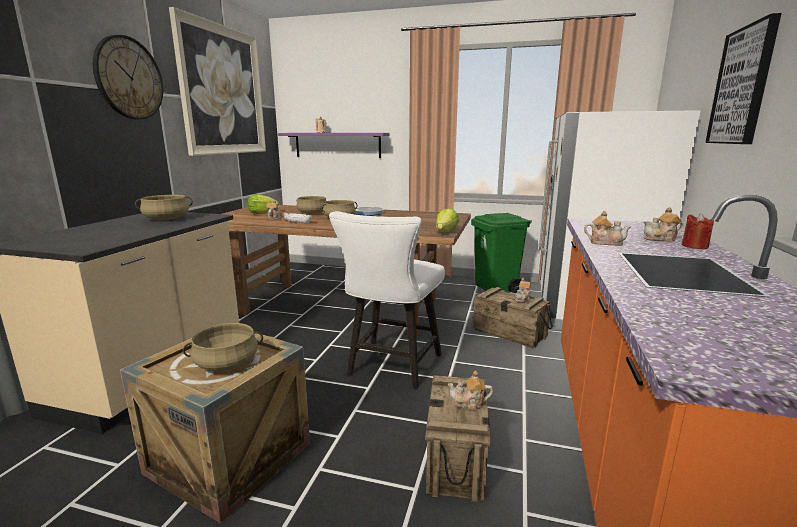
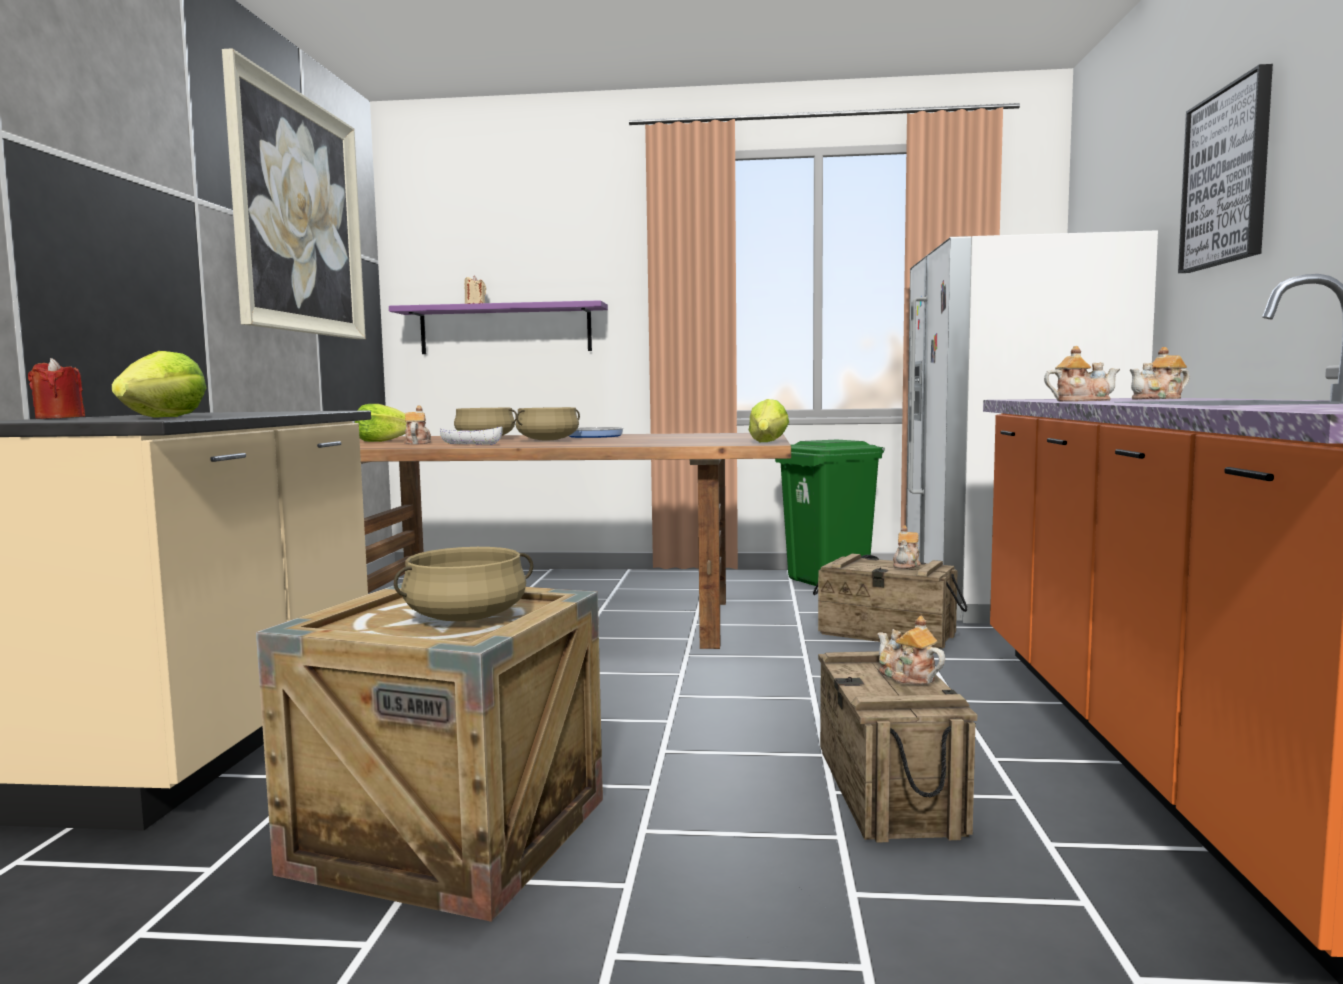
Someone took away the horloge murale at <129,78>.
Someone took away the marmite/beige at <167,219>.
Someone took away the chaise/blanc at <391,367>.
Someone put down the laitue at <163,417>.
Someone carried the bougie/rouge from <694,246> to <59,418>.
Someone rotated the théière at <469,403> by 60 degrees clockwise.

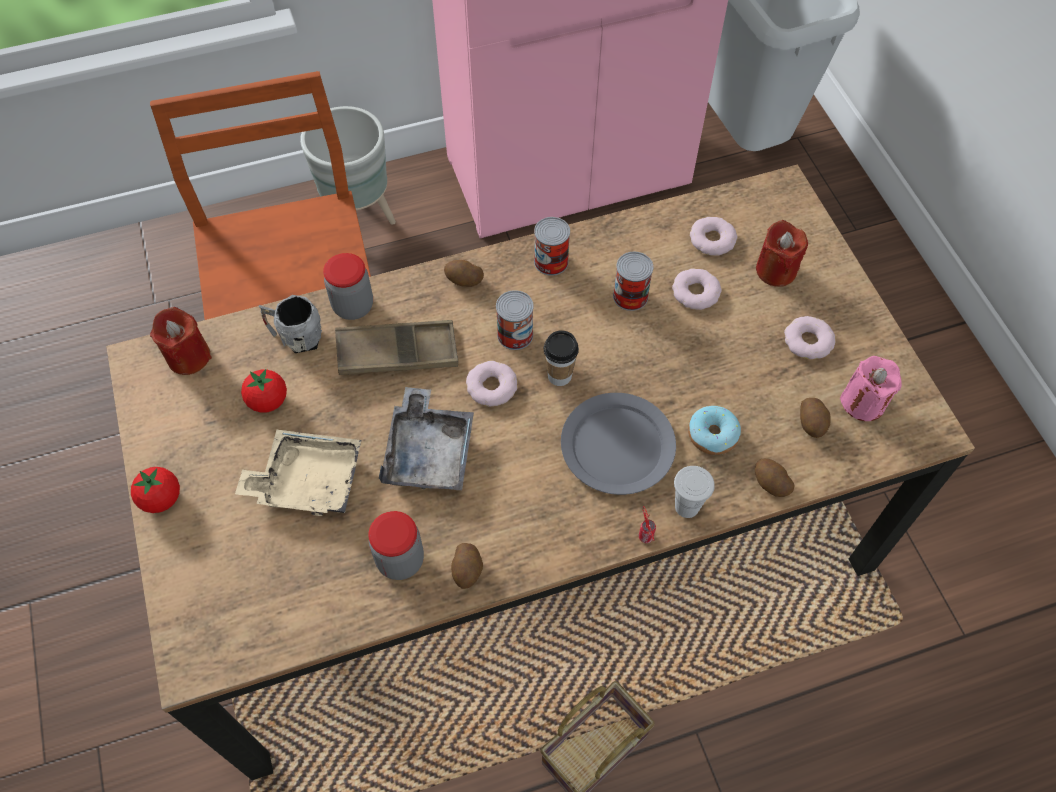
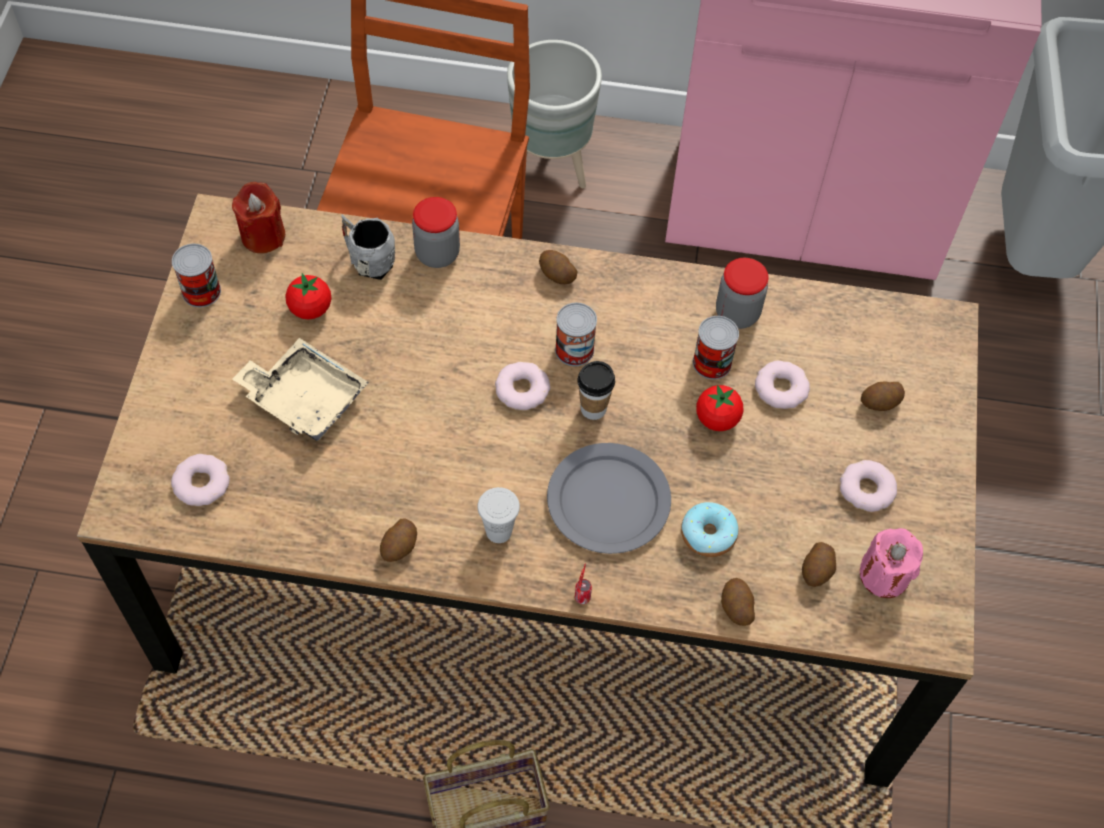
Someone took away the plateau/marron at <397,353>.
Someone took away the plateau/gris at <429,452>.
Someone carried the tomate from <161,498> to <717,418>.
Someone carried the bocal from <400,560> to <737,313>.
Someone carried the boîte métallique from <551,261> to <201,291>.
Someone carried the tasse/blanc from <687,506> to <498,531>.
Someone carried the beignet from <711,240> to <201,483>.
Someone swapped the bougie/rouge at <776,270> for the pomme de terre at <880,403>.

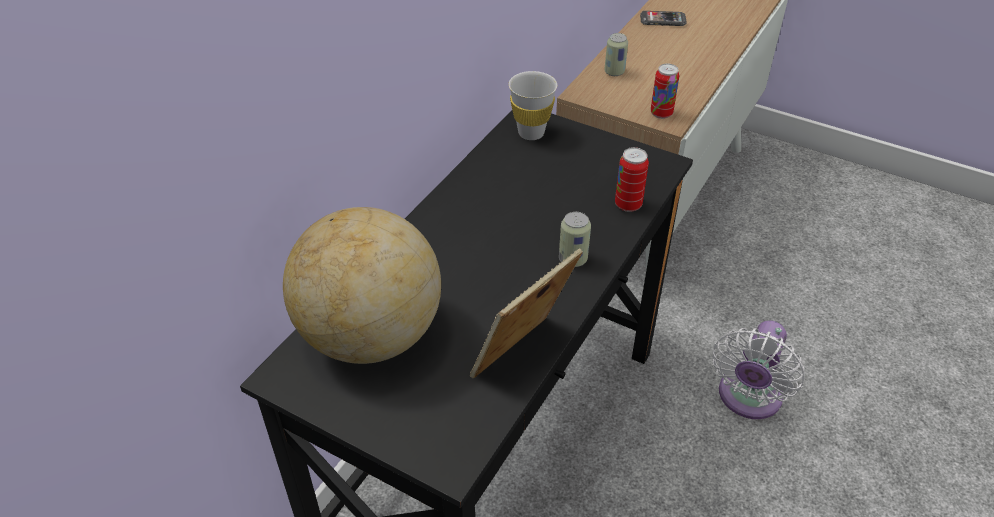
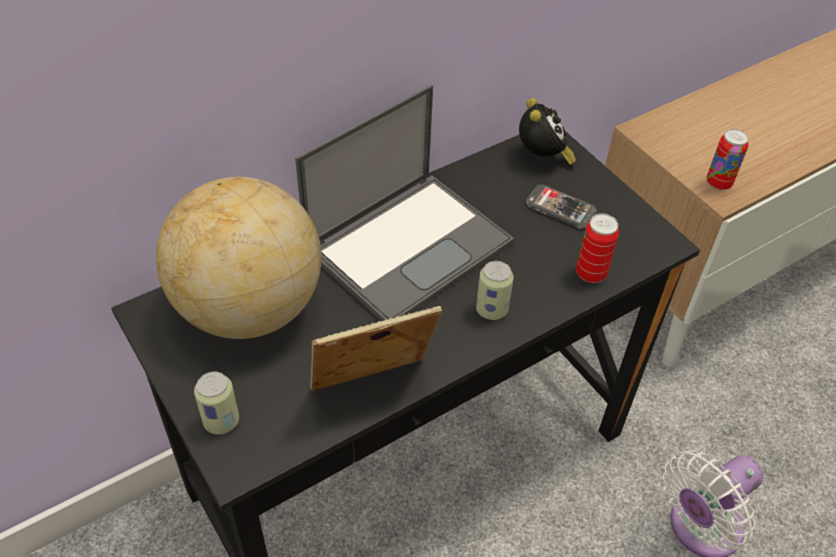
Someone put down the ordinateur portable at <410,245>.
Someone carried the boîte métallique from <614,72> to <221,421>.
Someone carried the téléphone from <663,20> to <560,208>.
Someone swapped the tasse/blanc at <531,133> for the réveil at <542,158>.

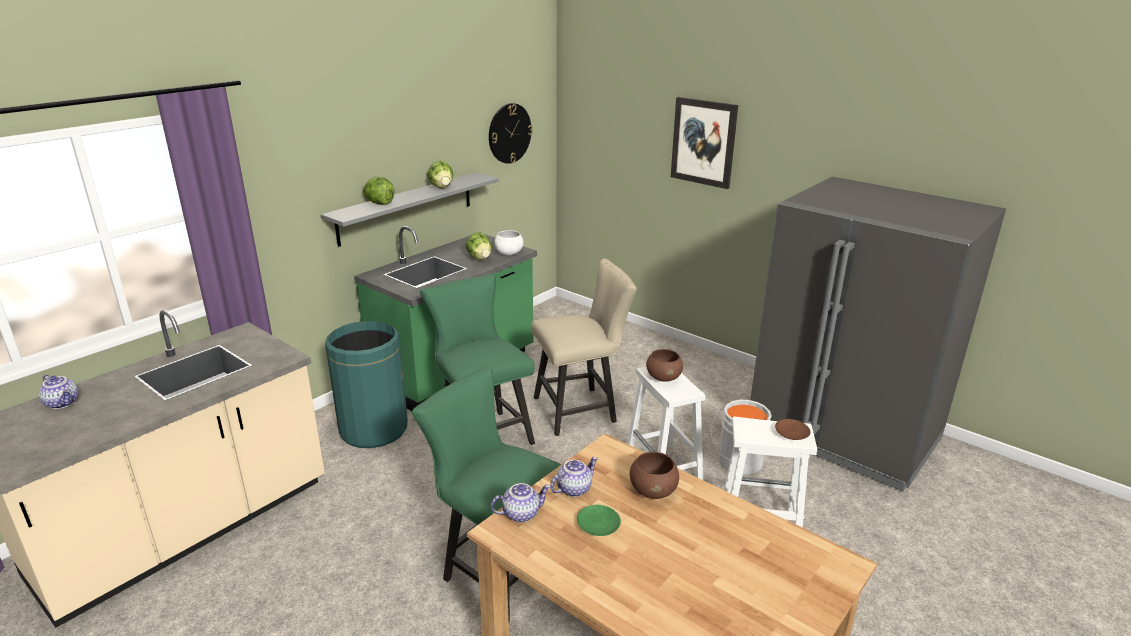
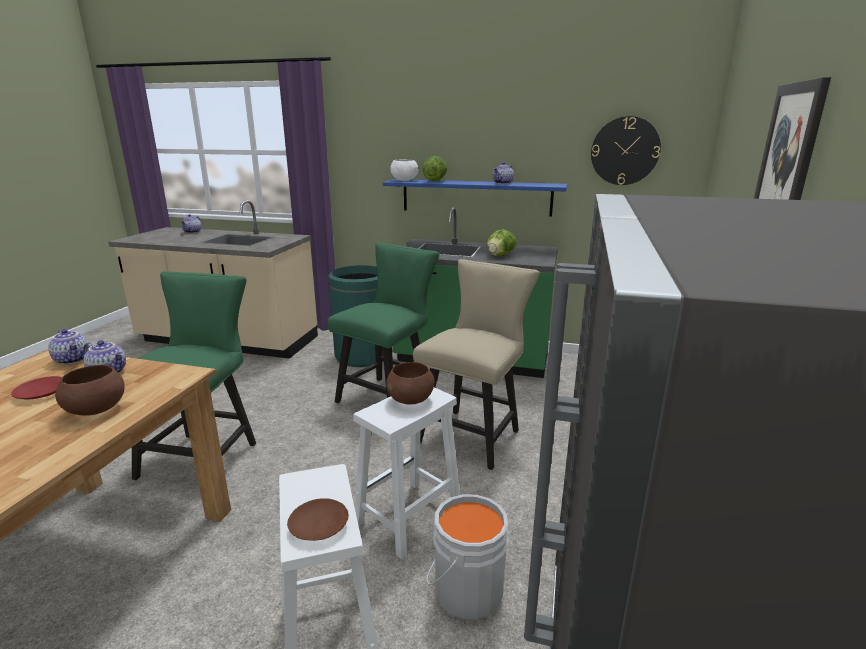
Someone carried the bol/blanc from <508,253> to <404,180>.
Someone swapped the laitue at <442,187> for the théière at <503,183>.
Someone repainted the étagère/gris at <406,208>, which became the étagère/bleu at <476,197>.
Someone repainted the assiette/vert at <598,524>, which became the assiette/rouge at <42,393>.
Someone rotated the chaise/beige at <581,409> by 105 degrees counterclockwise.

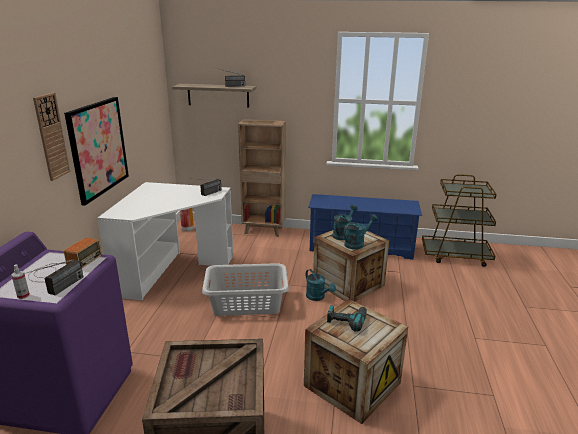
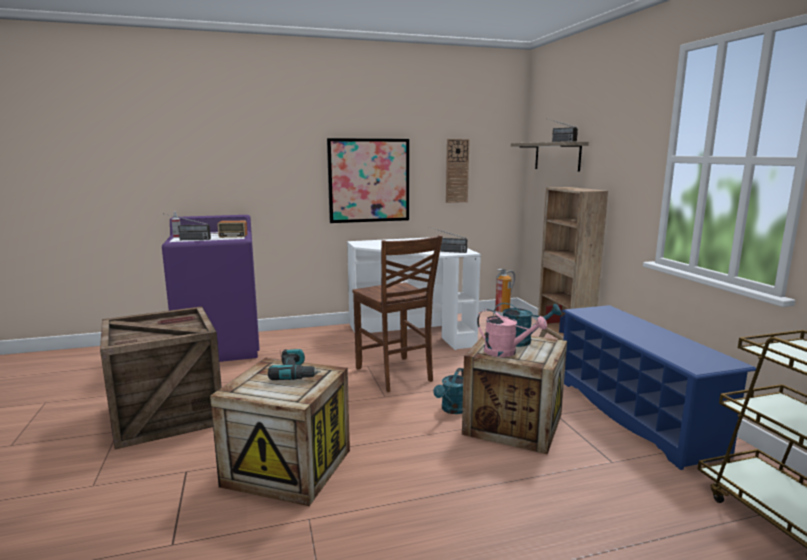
Someone carried the horloge murale from <51,136> to <457,171>.
Someone swapped the panier à linge/gris at <247,303> for the chaise/marron at <395,375>.
Someone repainted the arrosoir/turquoise at <357,243>, which became the arrosoir/rose at <506,352>.

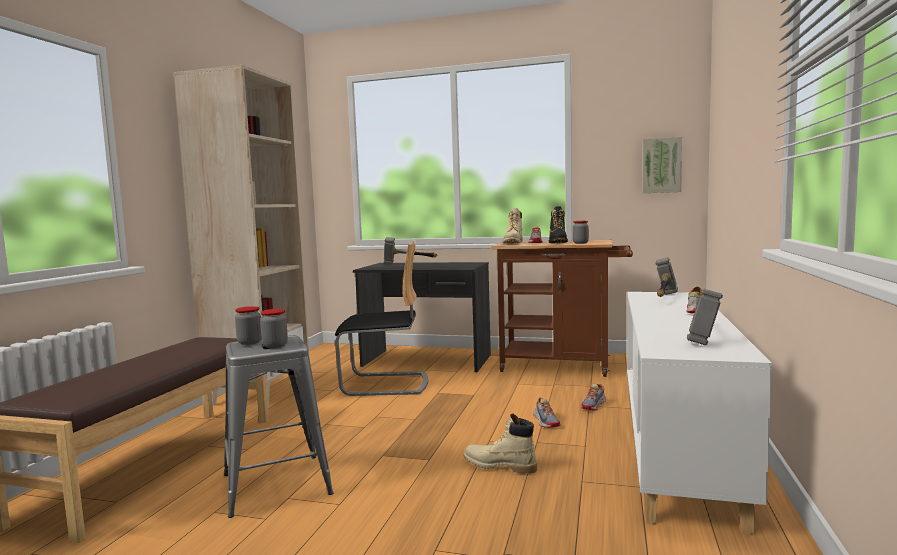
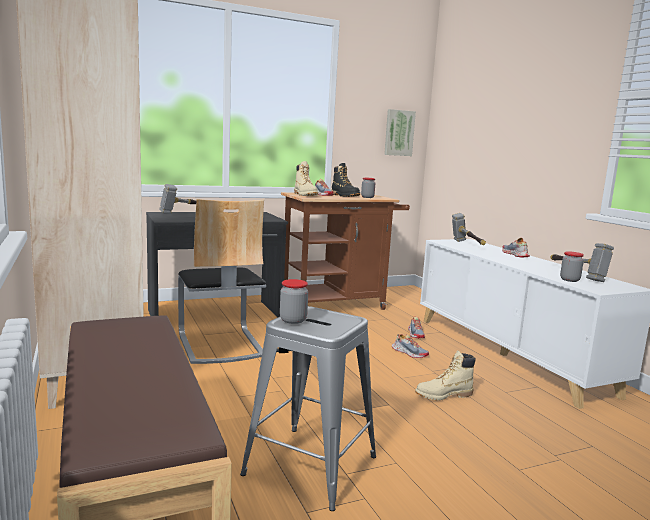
Someone carried the bocal from <275,346> to <569,280>.
Someone rotated the chaise at <385,384> by 105 degrees clockwise.

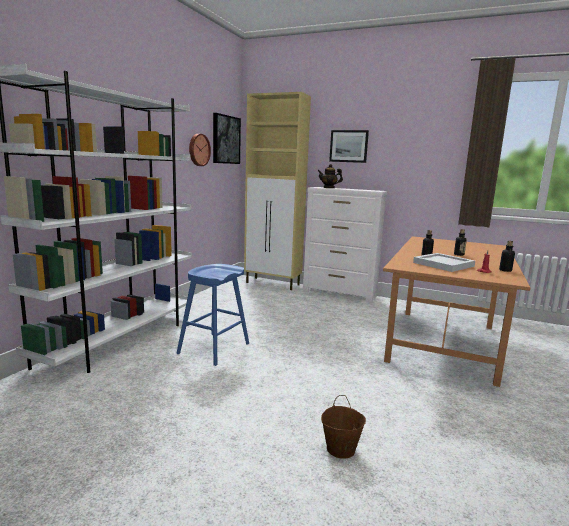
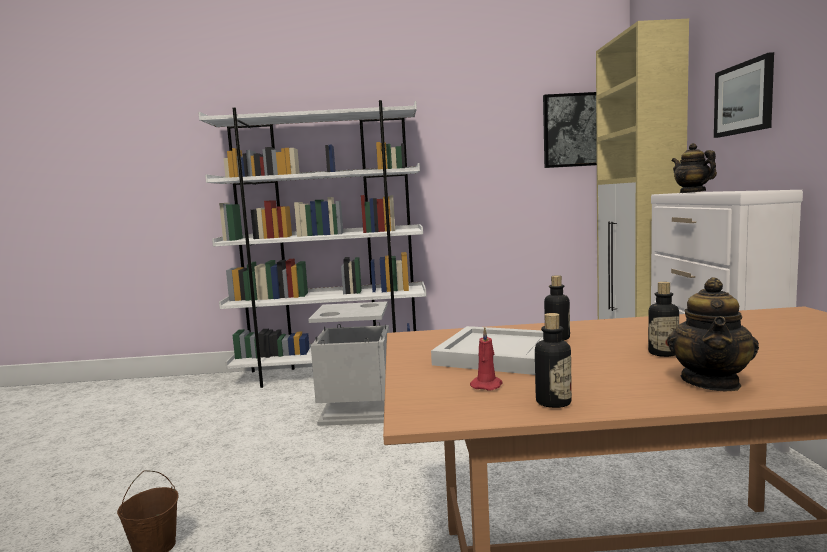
Someone took away the horloge murale at <198,150>.
Someone put down the théière at <711,382>.
Someone swapped the tabouret/bleu at <214,349> for the poubelle/gris at <358,410>.

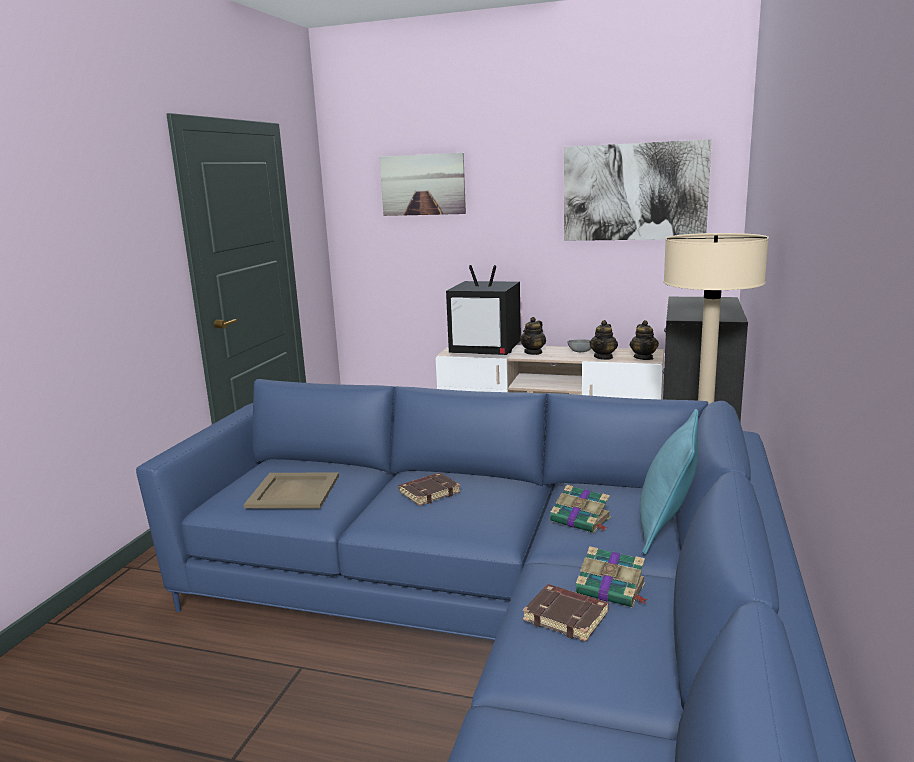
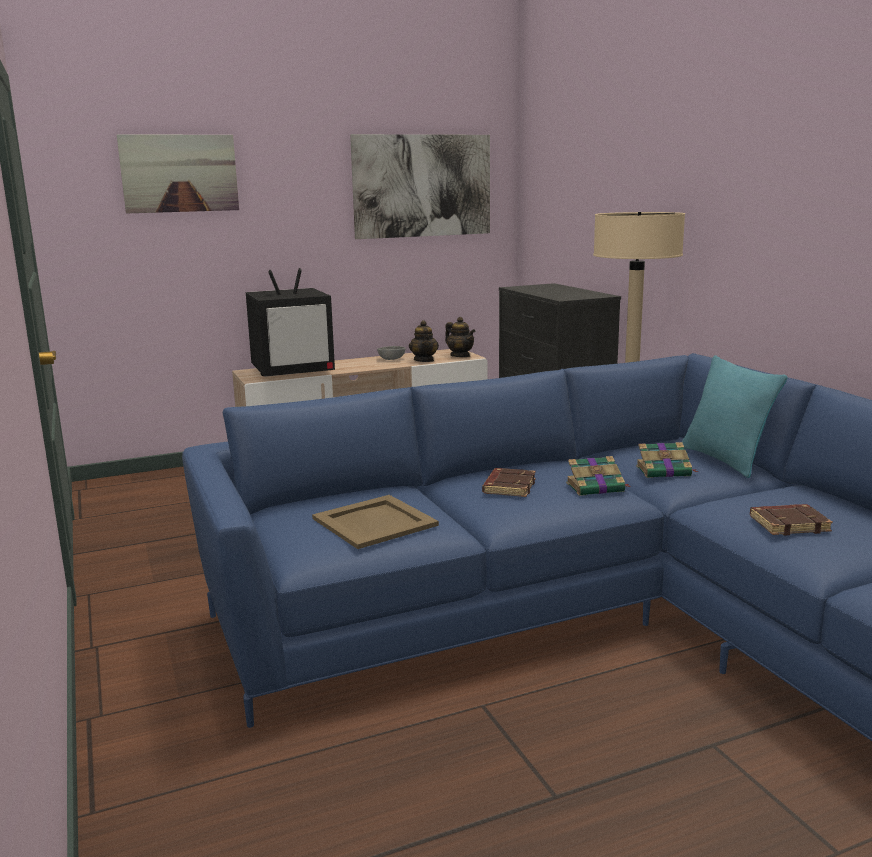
Someone took away the théière at <533,352>.
Someone carried the livre from <612,589> to <596,487>.

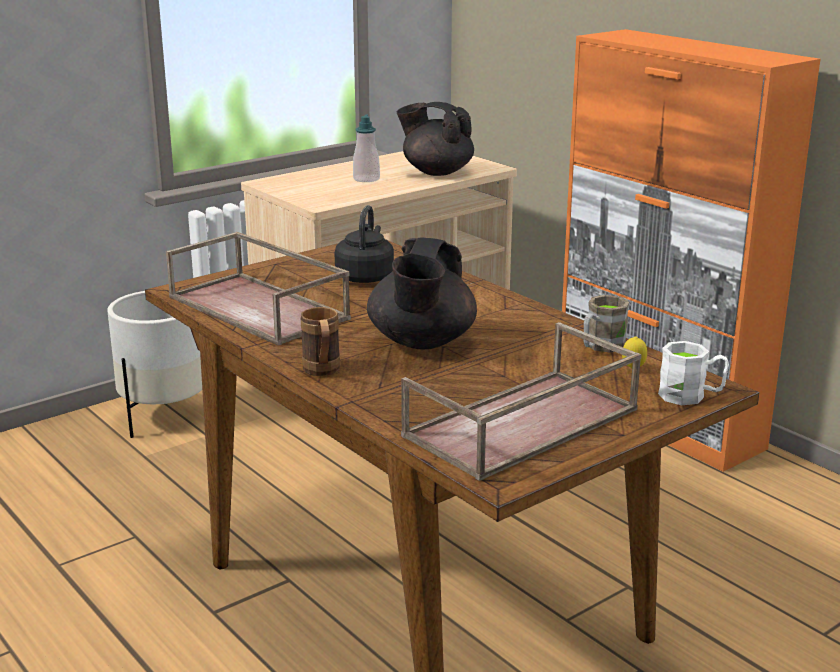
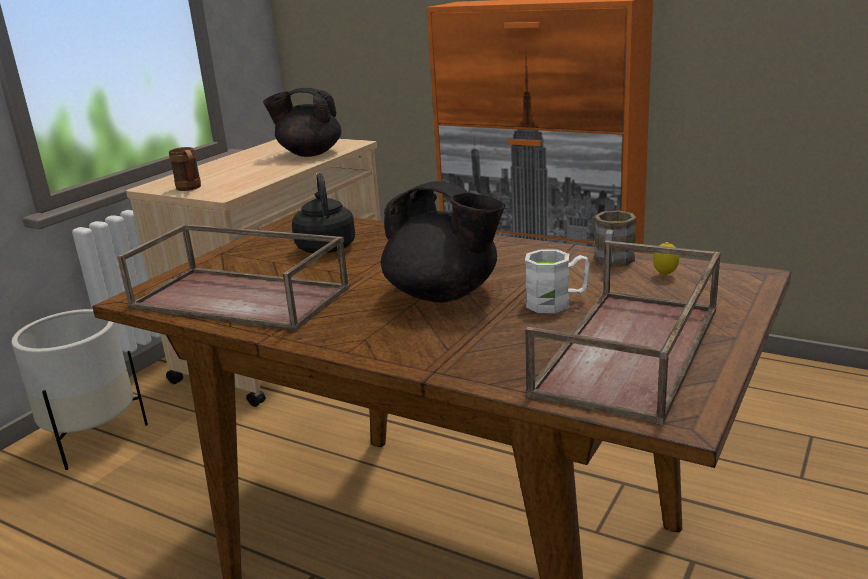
Someone took away the distributeur de savon at <366,179>.
Someone carried the mug/marron from <322,372> to <190,189>.
Someone carried the mug/blanc from <691,396> to <557,302>.
Someone rotated the théière/noir at <421,342> by 45 degrees counterclockwise.

